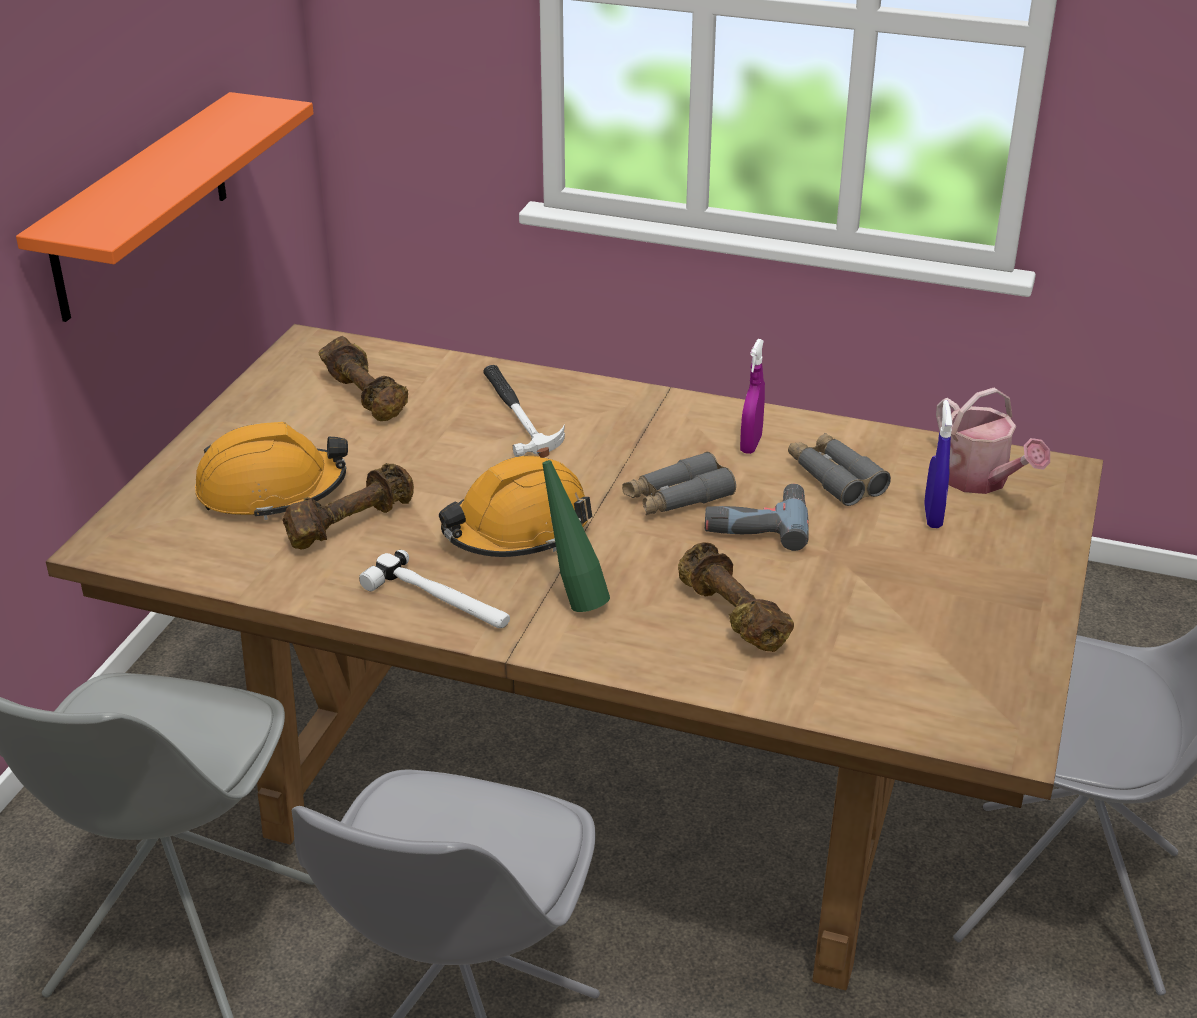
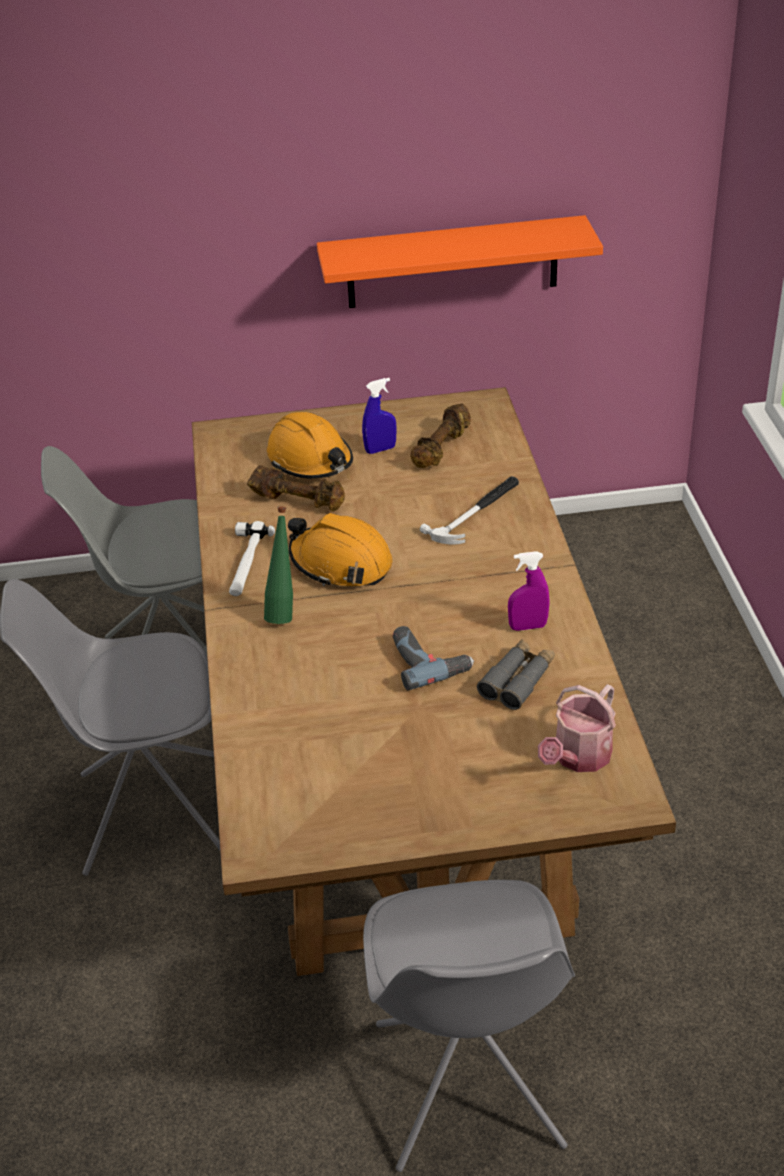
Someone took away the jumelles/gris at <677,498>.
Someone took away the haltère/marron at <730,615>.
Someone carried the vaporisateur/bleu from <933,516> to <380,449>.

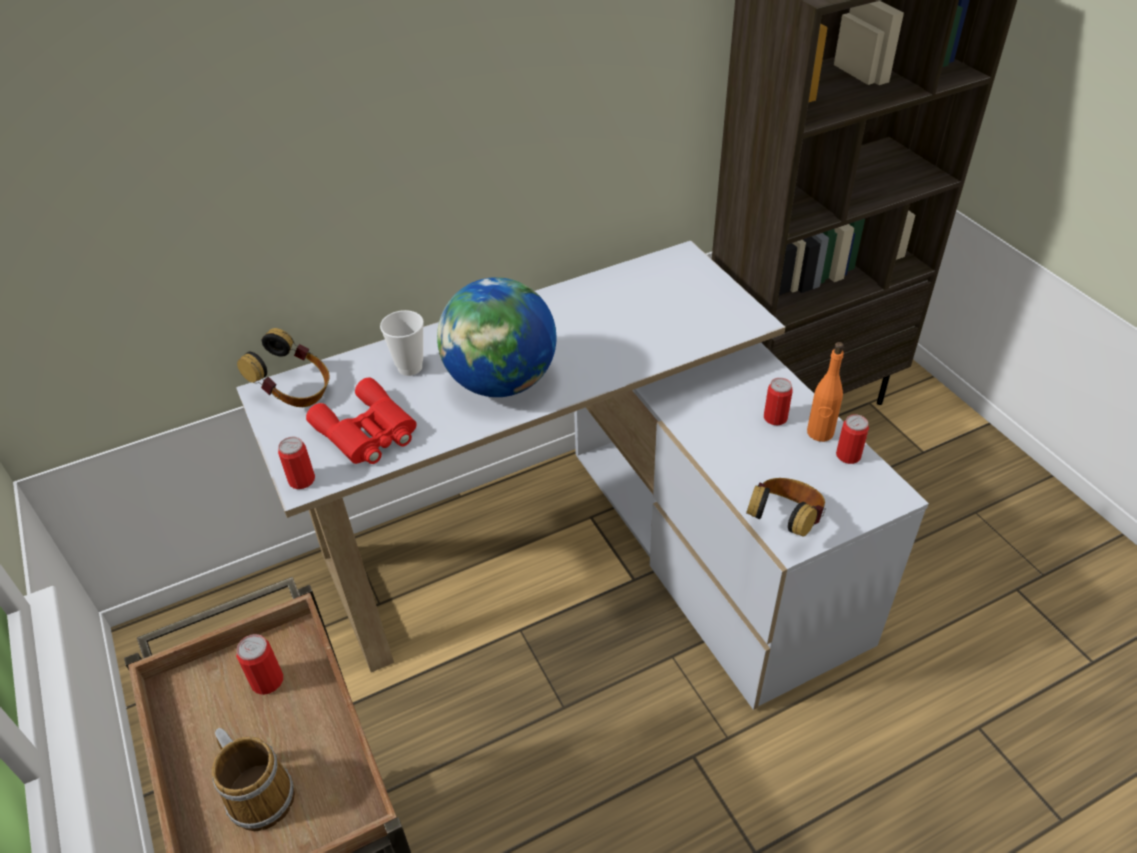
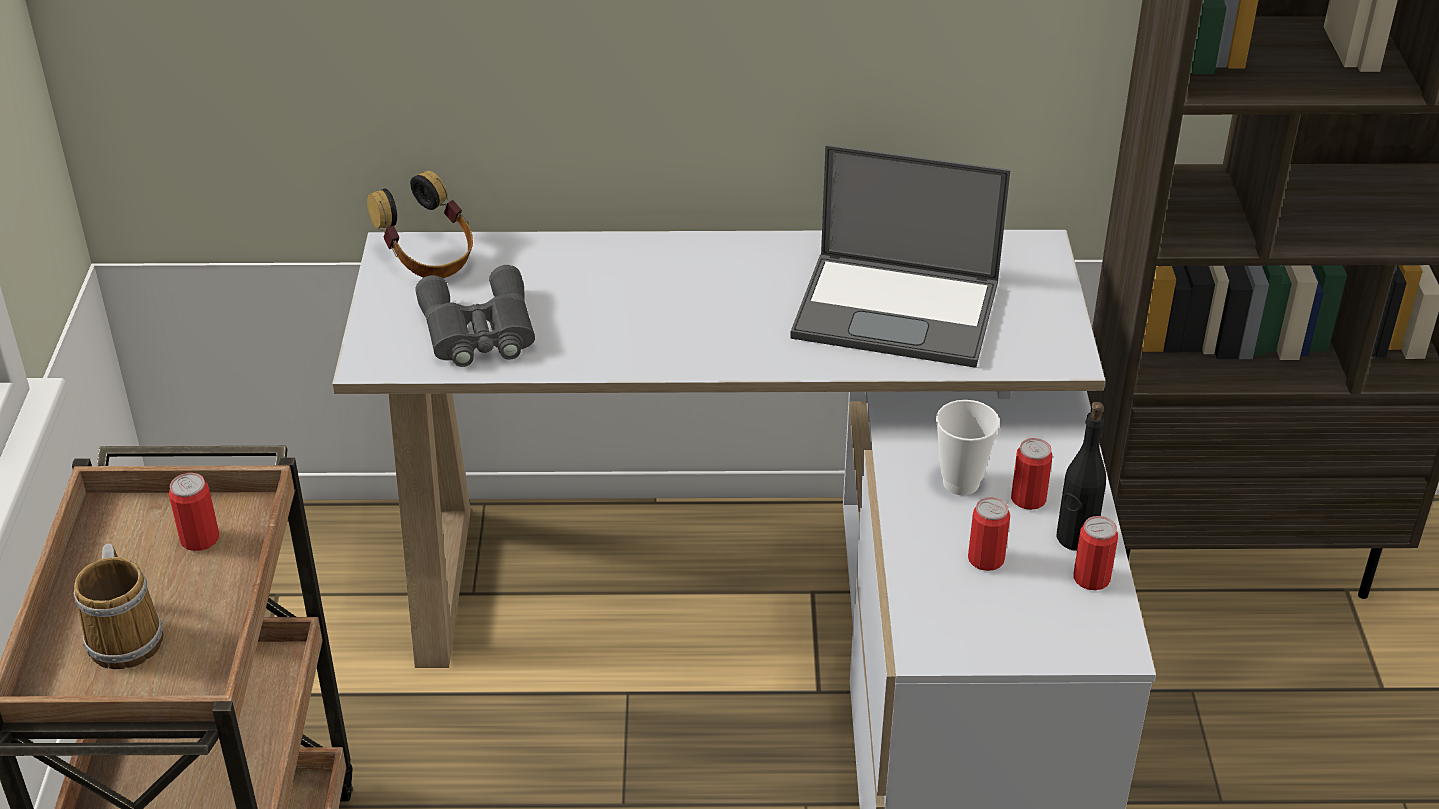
Someone took away the globe at <501,382>.
Someone took away the casque audio at <784,522>.
Someone put down the ordinateur portable at <899,310>.
Someone carried the boîte métallique from <302,480> to <986,559>.
Someone carried the tasse from <410,367> to <961,483>.
Someone repainted the jumelles/rouge at <367,433>, which became the jumelles/gris at <478,331>.
Someone repainted the bouteille/orange at <820,433>, which became the bouteille/noir at <1075,538>.

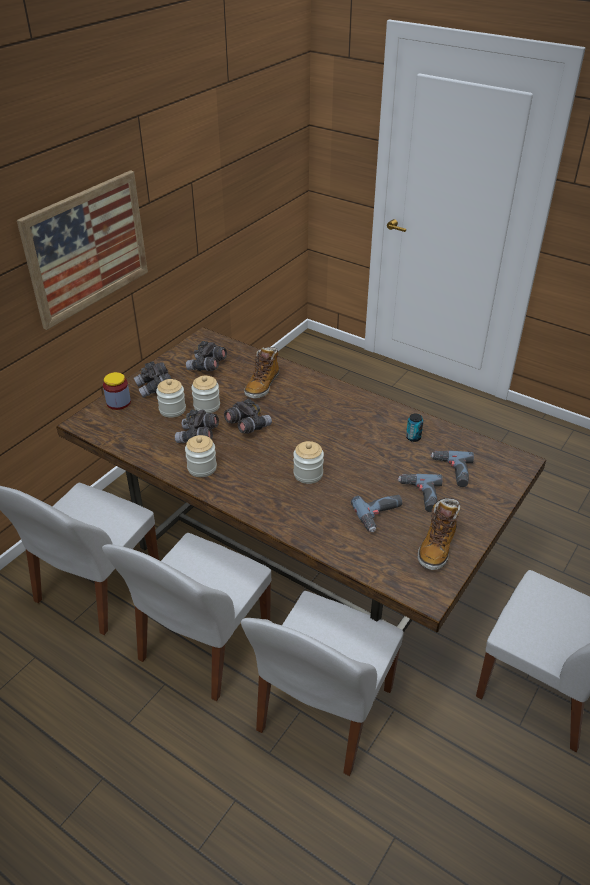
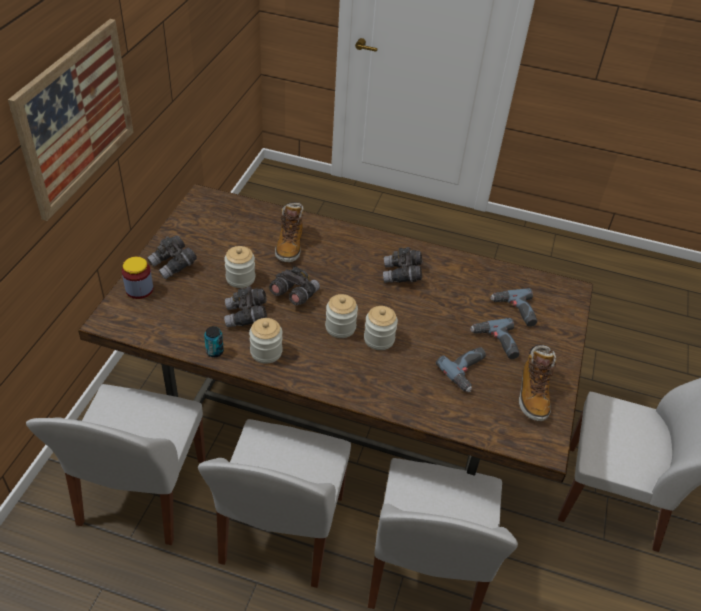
Someone carried the bocal from <172,410> to <340,327>.
Someone carried the jumelles/gris from <207,367> to <402,275>.
Someone carried the boîte métallique from <413,437> to <214,351>.

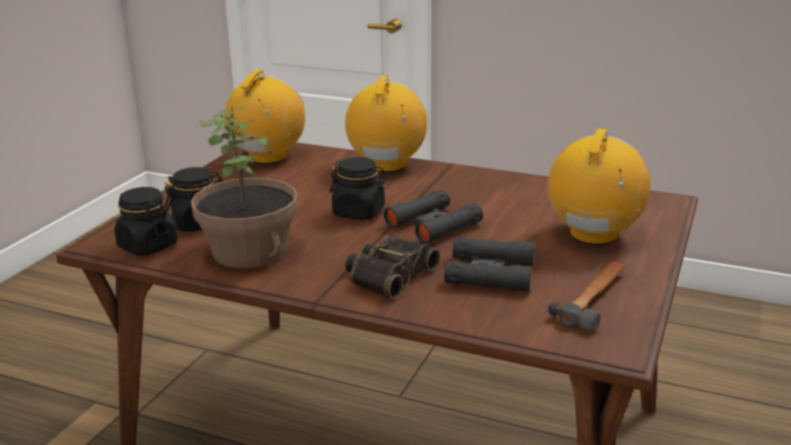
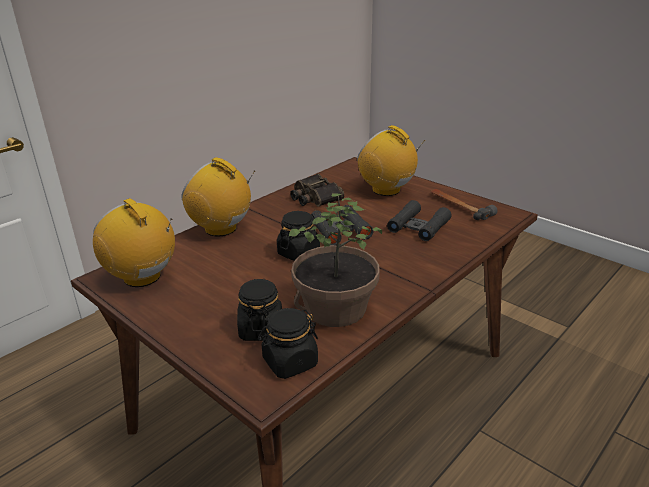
Someone carried the jumelles from <388,275> to <314,197>.

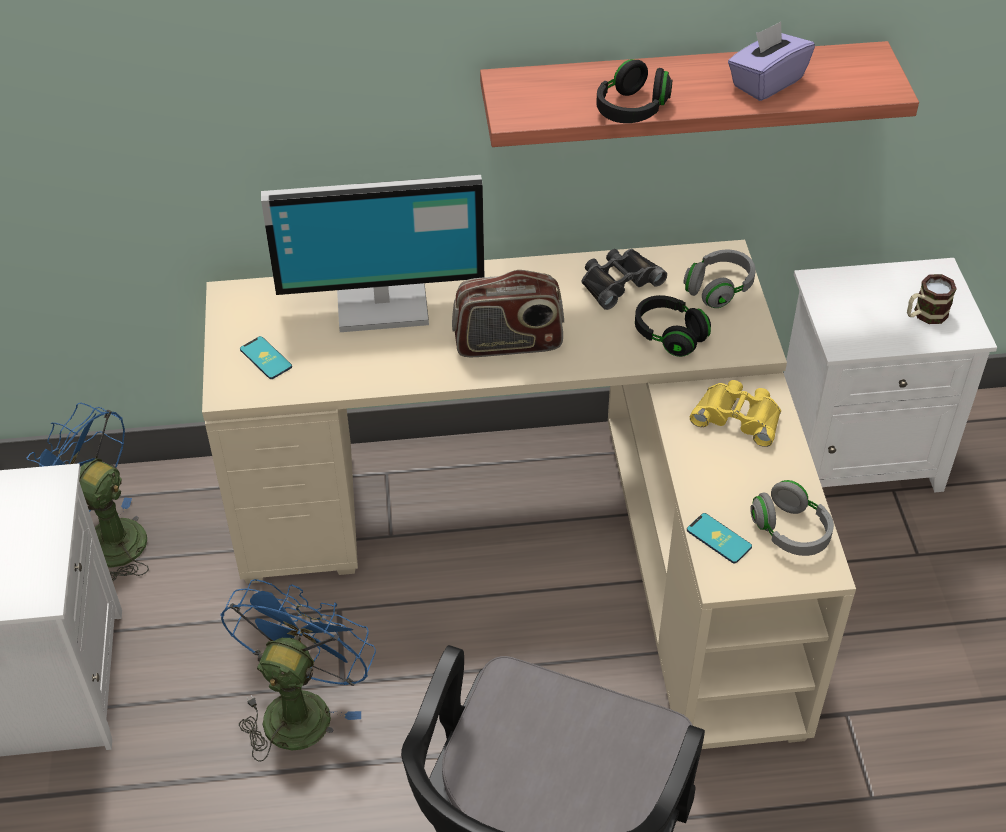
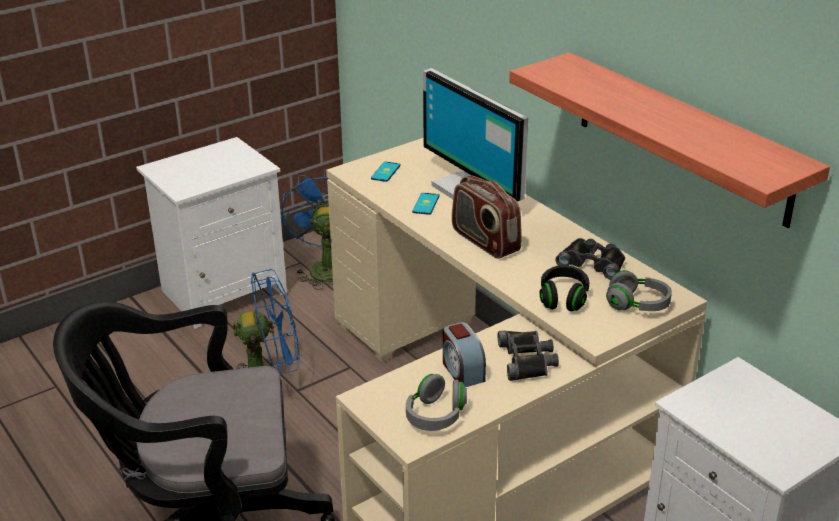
Someone took away the casque audio/noir at <632,109>.
Someone took away the boîte à mouchoirs/violet at <766,82>.
Someone took away the mug at <924,315>.
Someone put down the réveil at <462,371>.
Someone carried the téléphone from <719,538> to <426,204>.
Someone repainted the jumelles/jaune at <738,416>, which became the jumelles/noir at <527,360>.

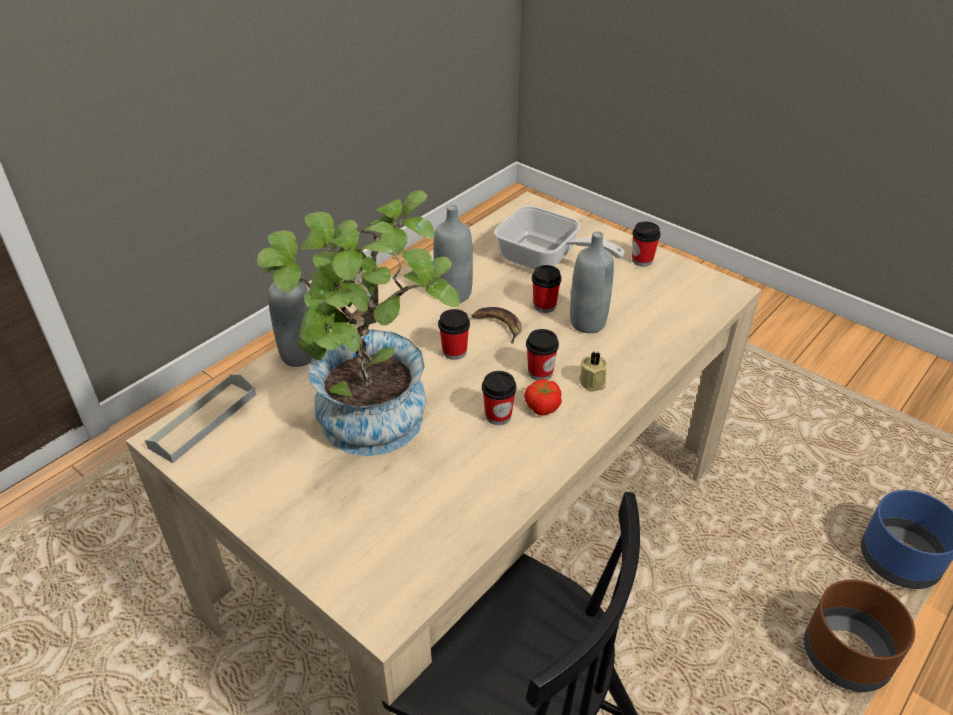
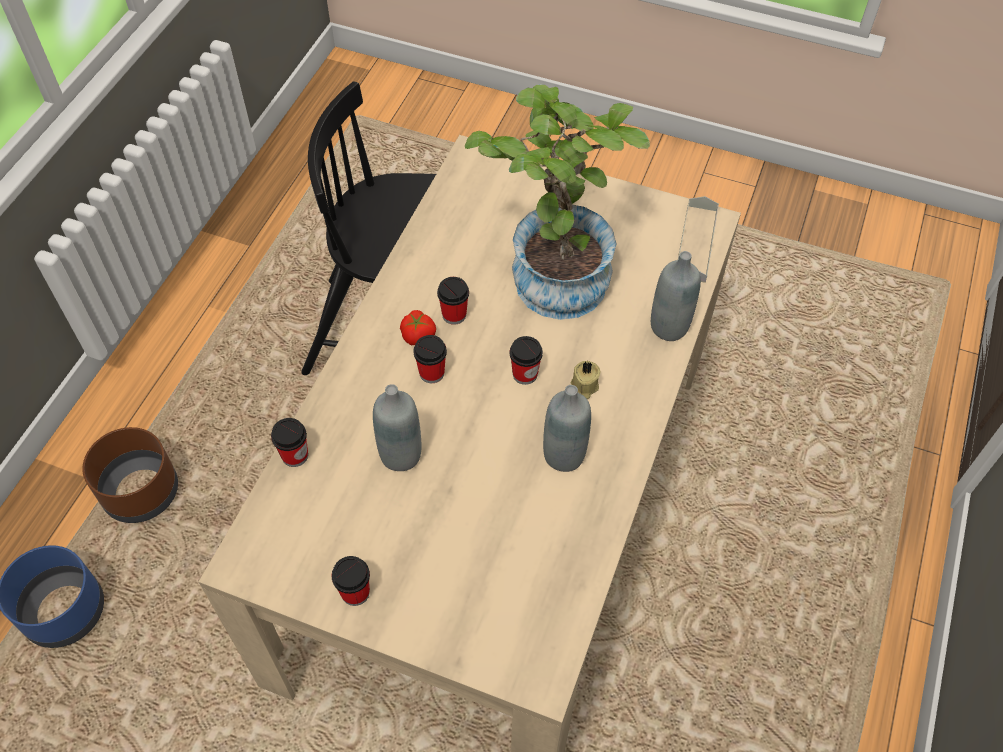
Someone took away the banane at <498,325>.
Someone took away the poêle at <545,260>.
Someone carried the tasse from <544,306> to <295,455>.
Someone carried the bougie/beige from <593,381> to <584,387>.

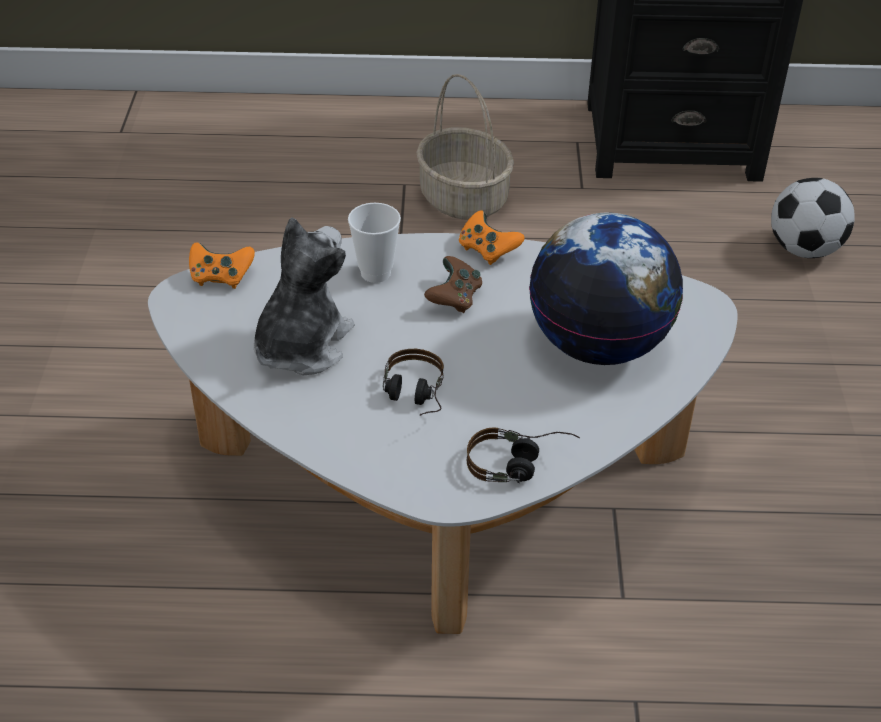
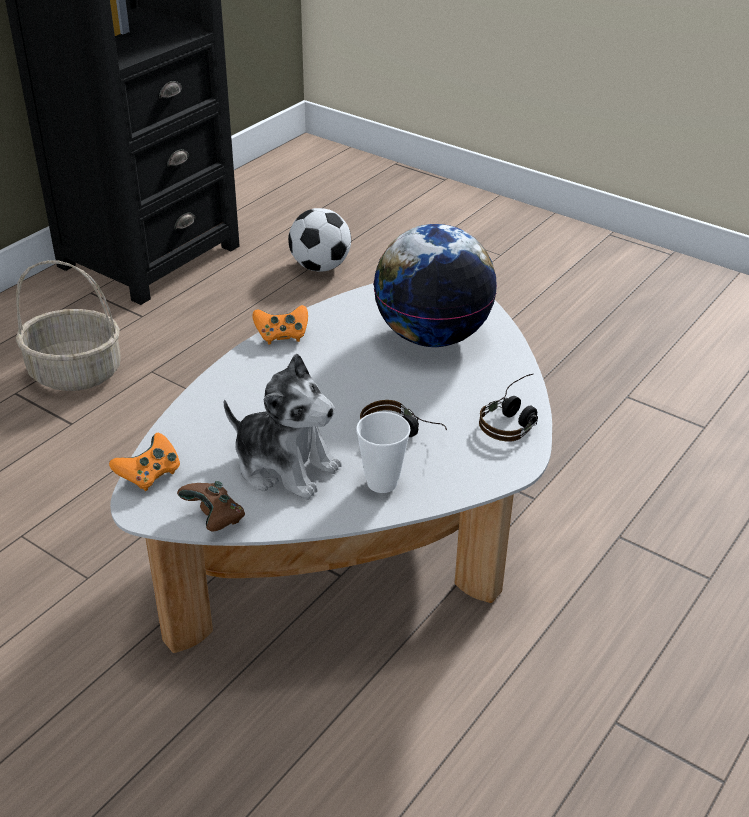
Someone carried the tasse from <375,273> to <382,482>.
Someone carried the manette/marron from <454,298> to <215,518>.
Someone rotated the peluche at <301,346> by 150 degrees clockwise.

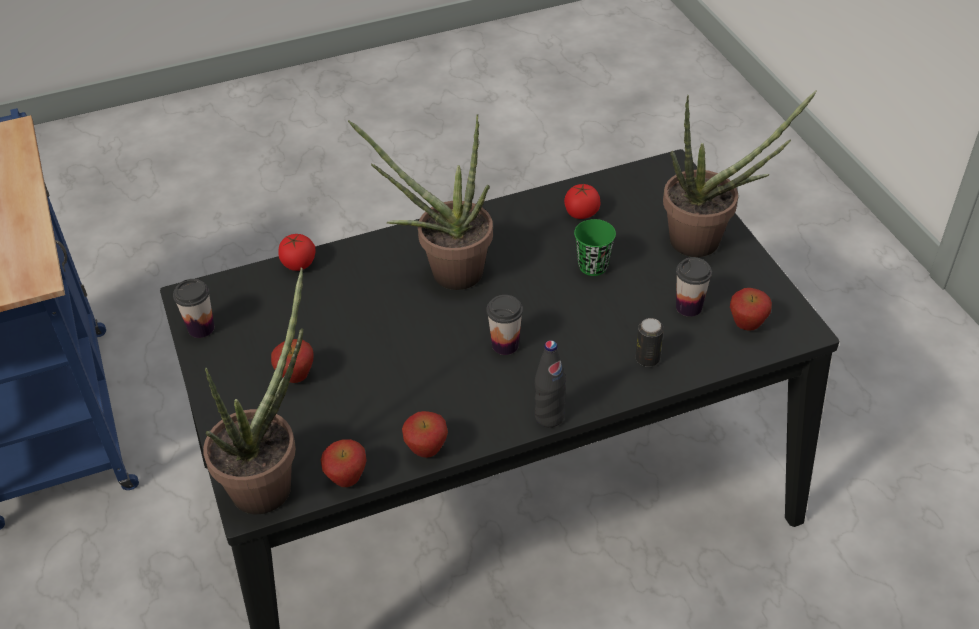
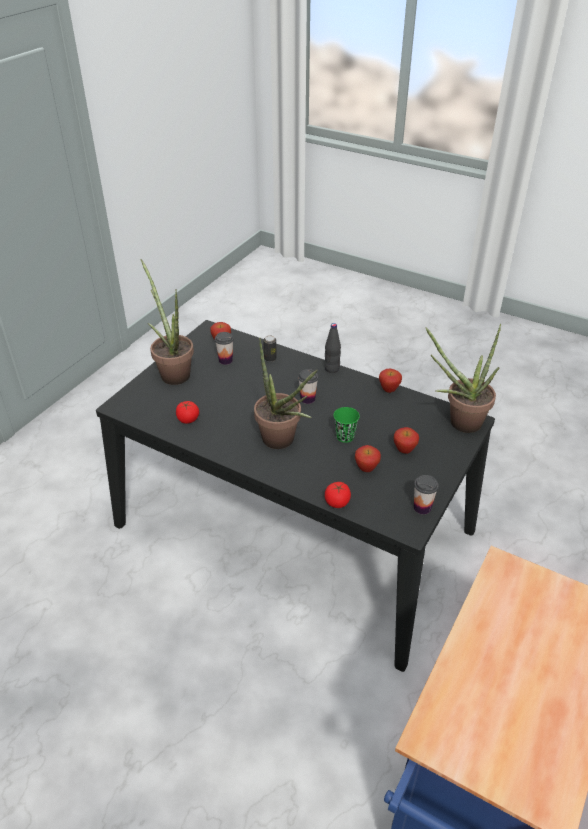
Someone carried the pomme from <347,480> to <366,469>.
Someone carried the tasse/vert from <593,266> to <345,436>.

